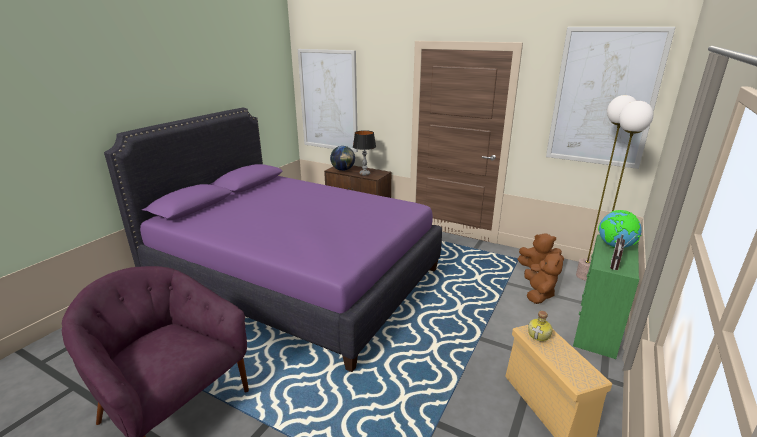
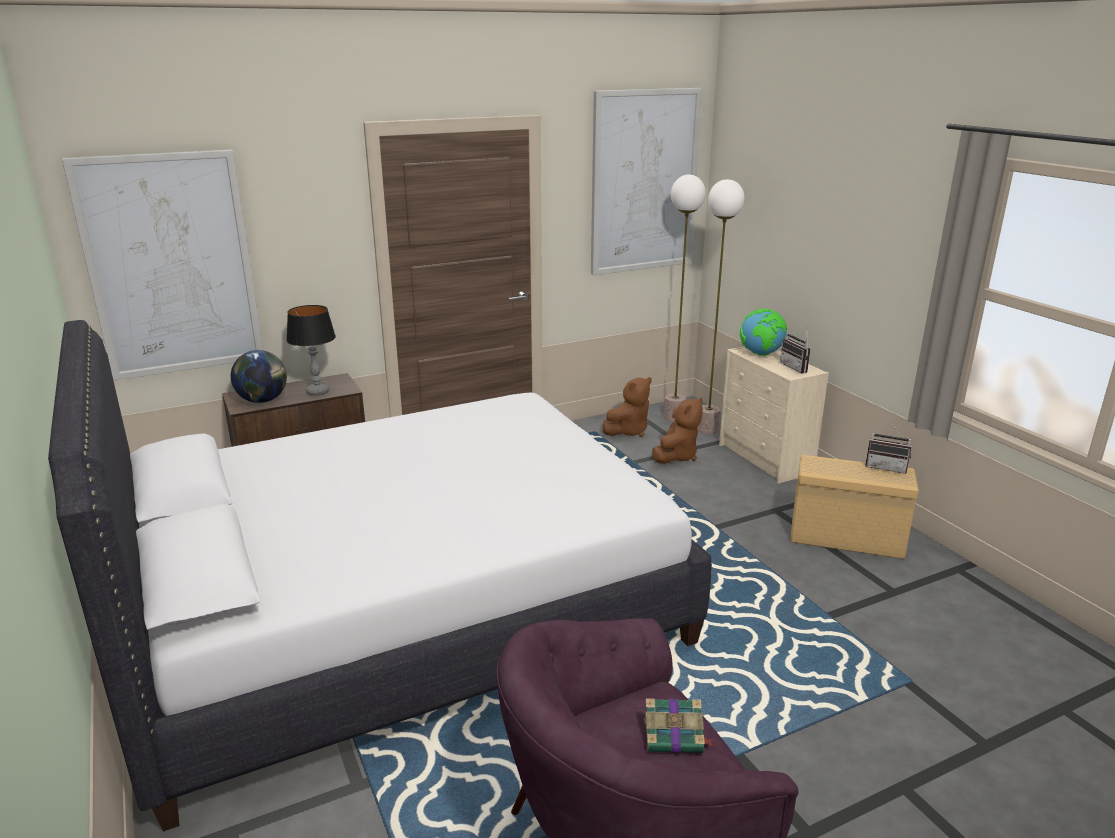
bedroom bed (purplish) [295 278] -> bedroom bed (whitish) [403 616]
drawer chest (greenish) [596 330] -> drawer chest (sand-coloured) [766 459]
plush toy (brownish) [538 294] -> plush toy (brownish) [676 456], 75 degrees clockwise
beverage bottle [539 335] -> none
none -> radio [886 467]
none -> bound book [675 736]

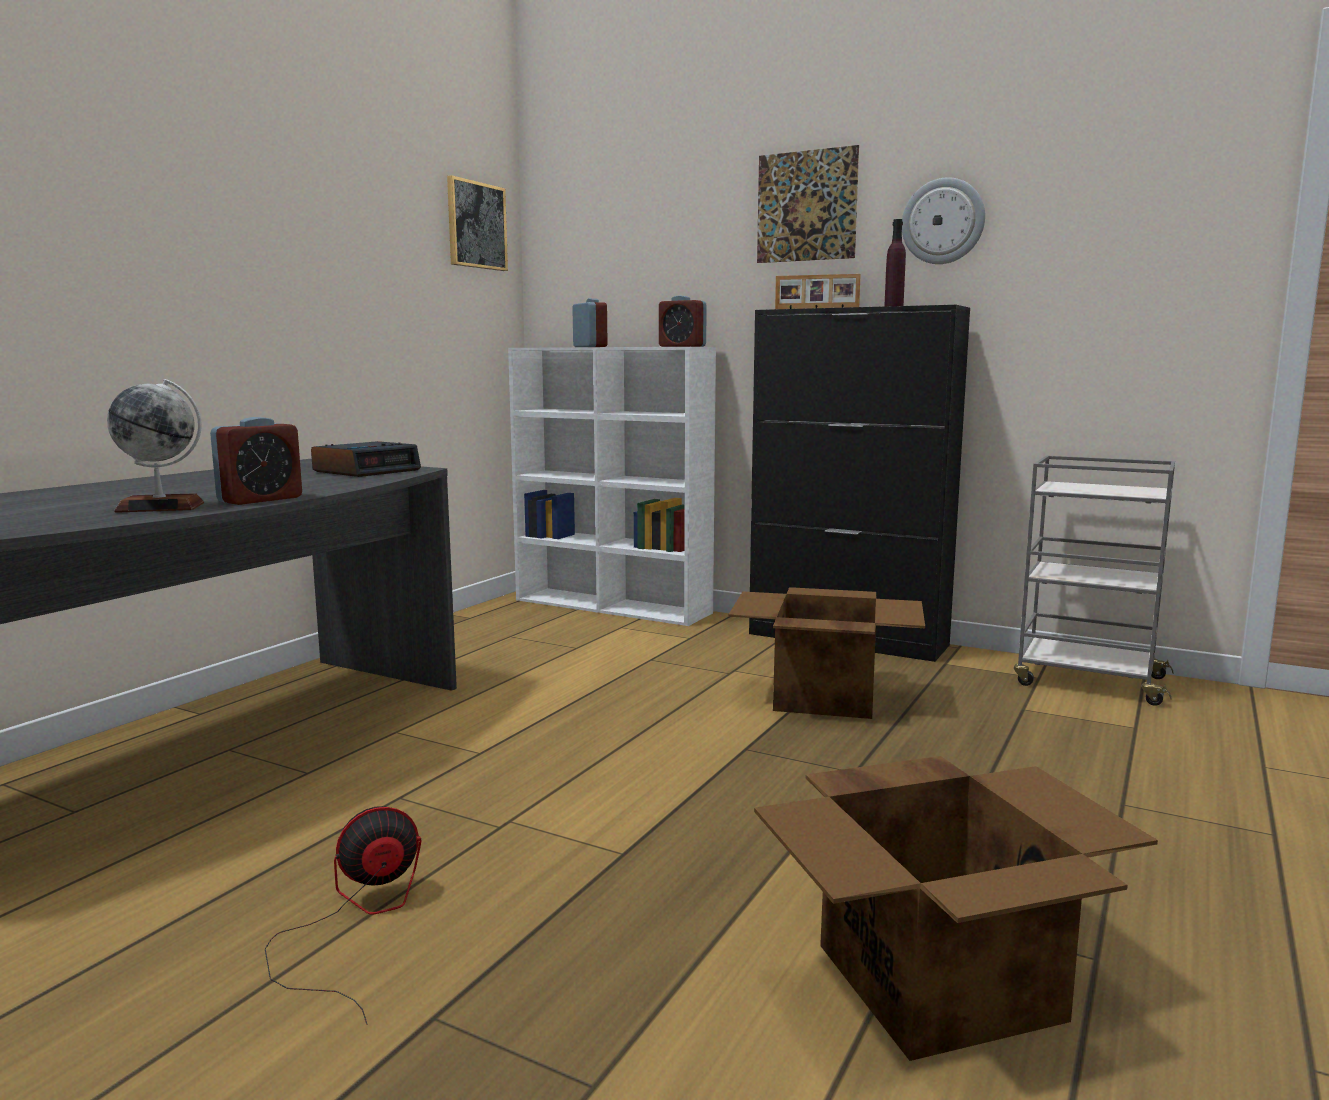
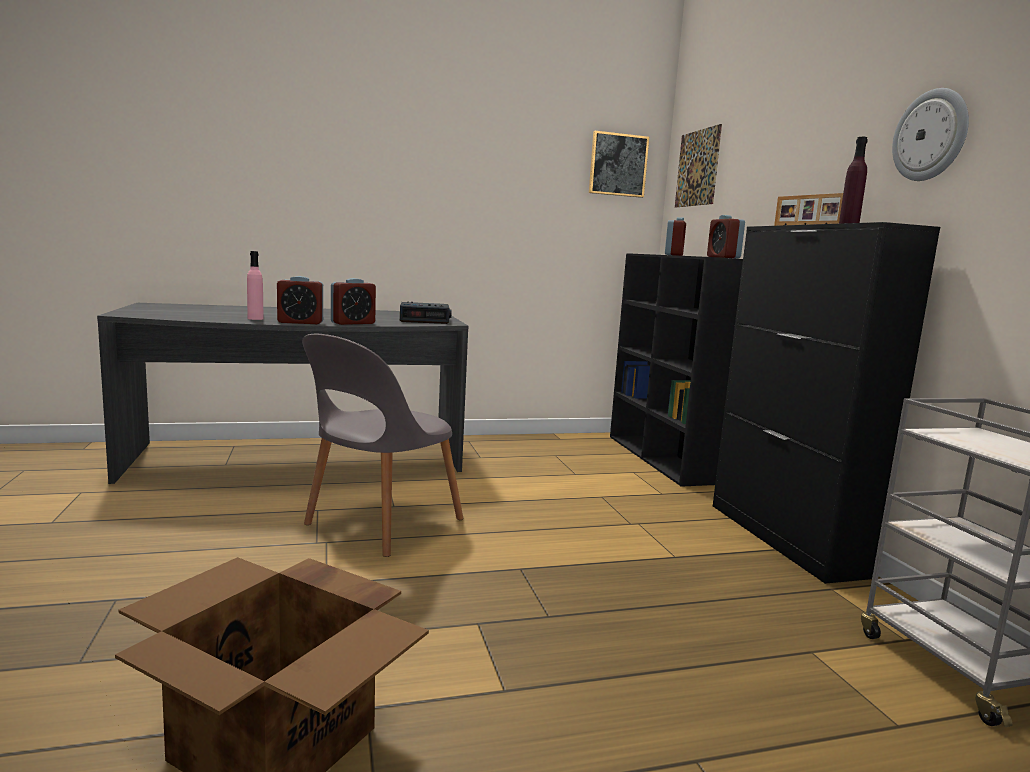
wall art [806 206] -> wall art [697 168], move
bookcase (whitish) [614 606] -> bookcase (blackish) [661 459]
globe [161 507] -> beverage bottle (pink) [255 318]
carton [823 697] -> none
electric fan [357 921] -> none
none -> table clock [353 323]
none -> plain chair (grey) [380 524]

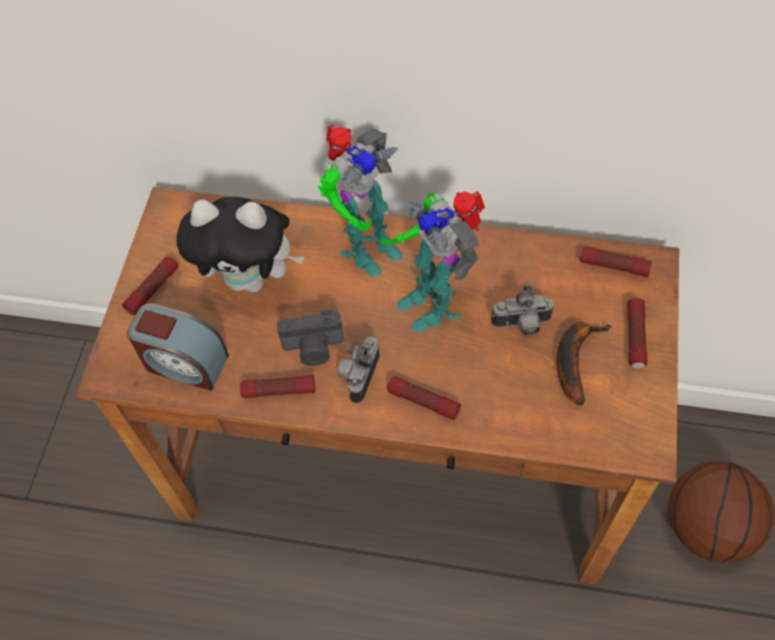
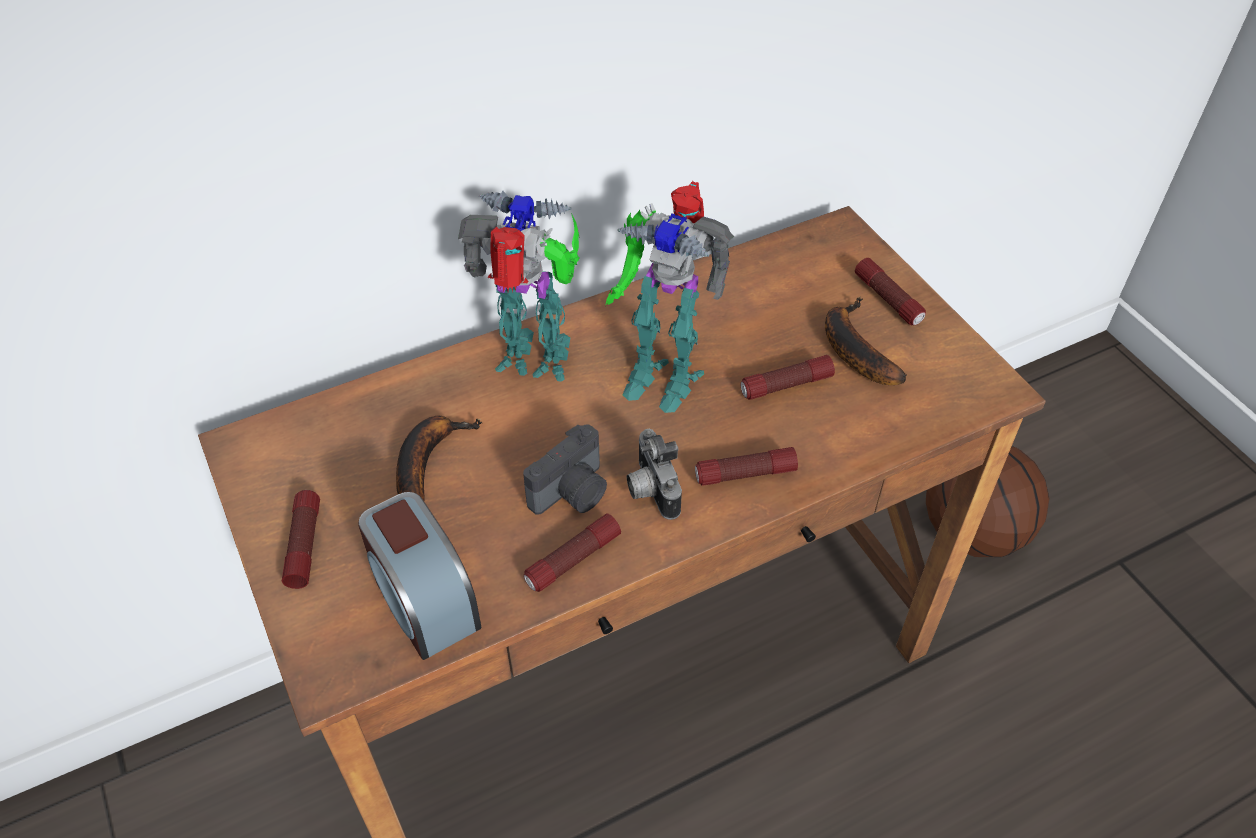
toy robot [366 248] -> toy robot [537 362], 90 degrees counterclockwise
plush toy [251 279] -> banana [427 463]
hand torch [613 266] -> hand torch [786 385], move
photo camera [522 325] -> none
table clock [185 363] -> table clock [424 601], 75 degrees clockwise

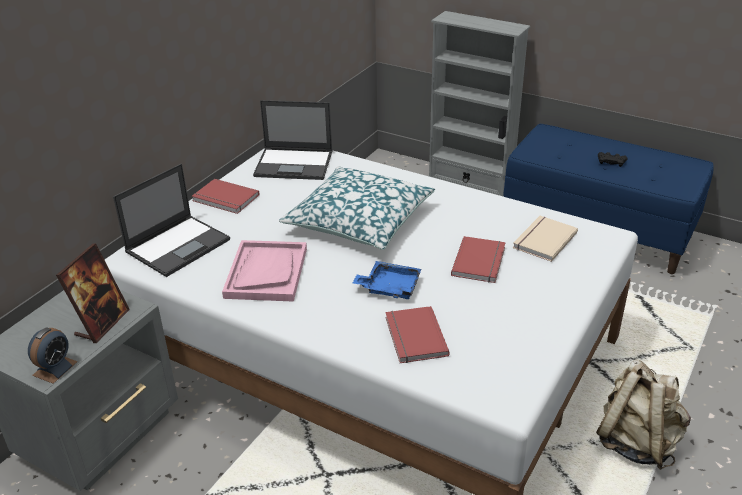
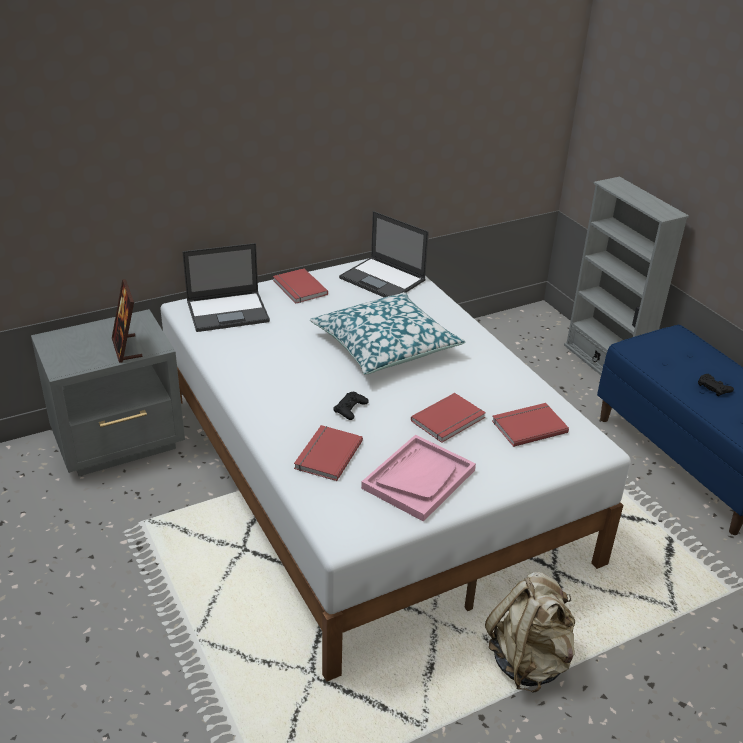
bound book (sand-coloured) [543 240] -> bound book (red-coloured) [528 426]
serving tray (pink) [266 272] -> serving tray (pink) [418 479], move
standing frame [102 323] -> standing frame [127 348], 105 degrees clockwise
serving tray (blue) [389 287] -> gamepad (blackish) [350 409]
table clock [55 368] -> none

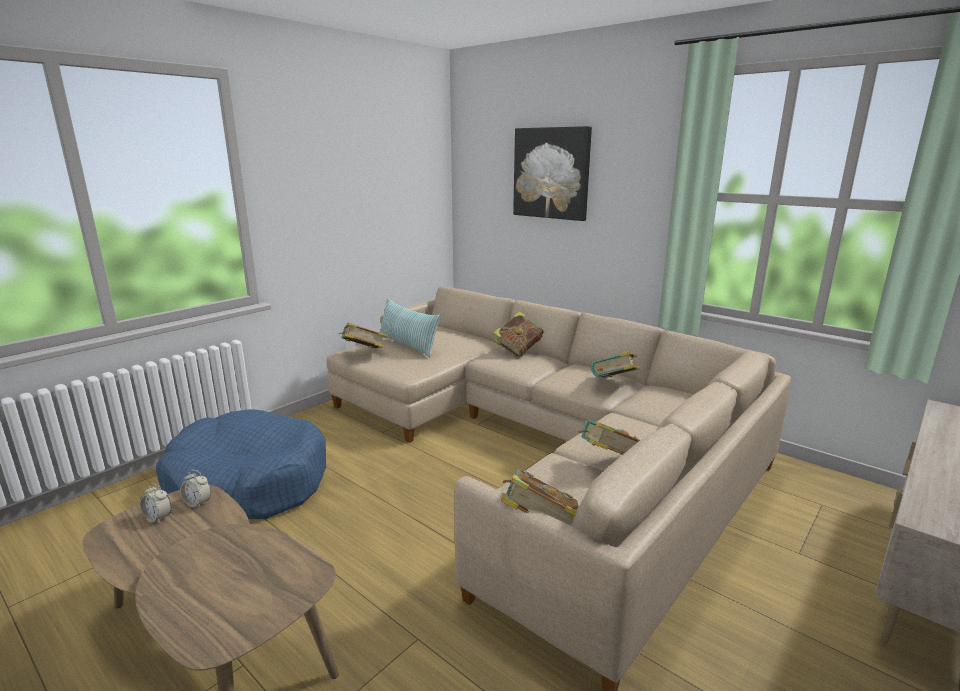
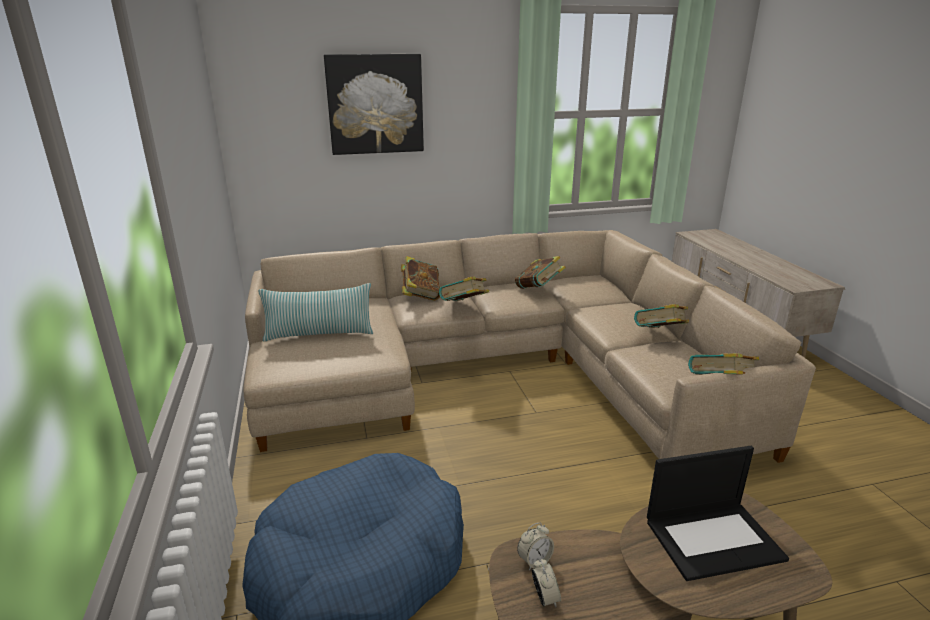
bound book [363 353] -> bound book [464 307], move
table clock [158 518] -> table clock [545 598], 75 degrees counterclockwise
none -> notebook computer [714 538]

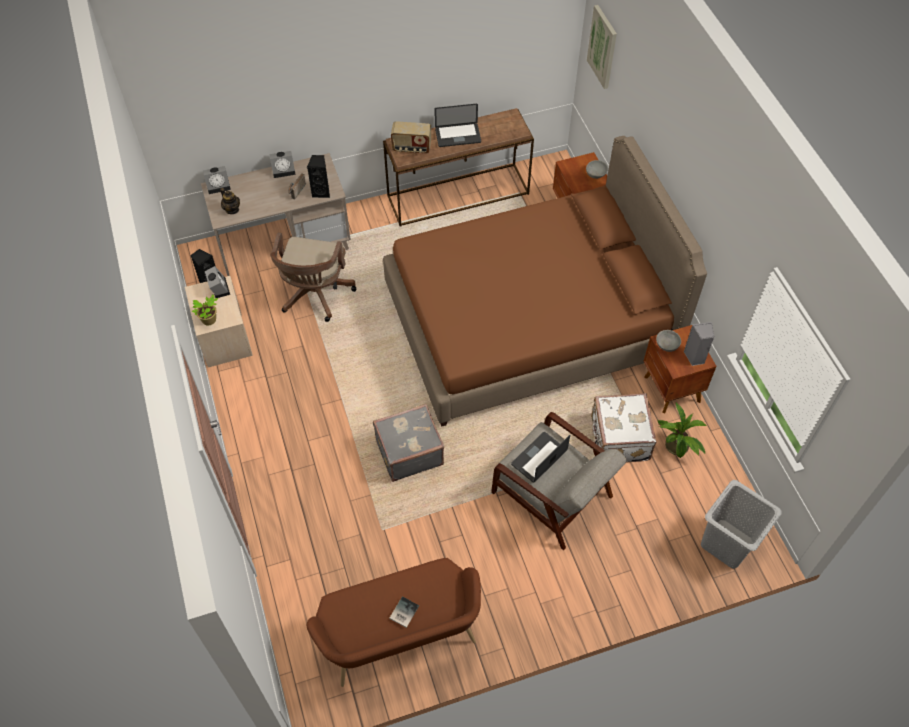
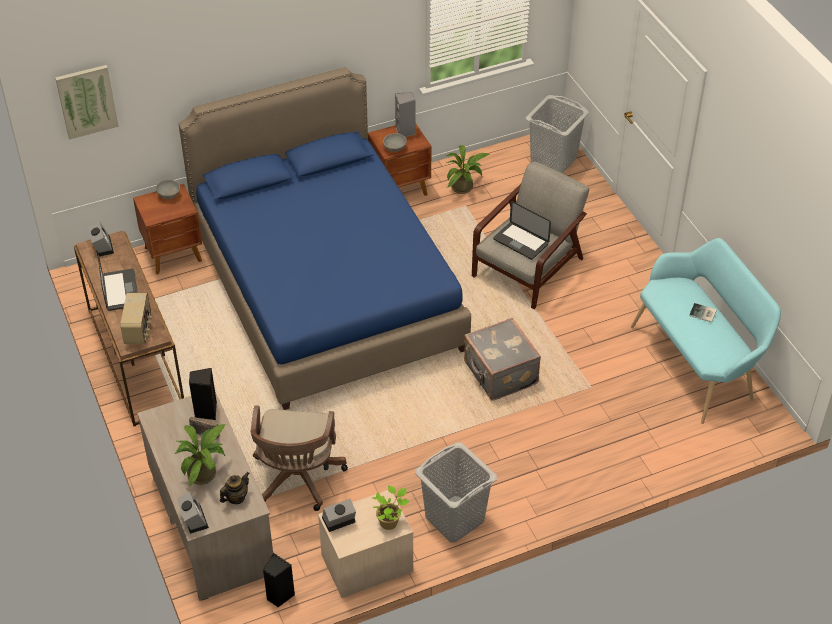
bedroom bed (brownish) [528 322] -> bedroom bed (blue) [326 290]
table clock [284 170] -> table clock [102 246], move
office chair (brownish) [315 295] -> office chair (brownish) [297 480], 90 degrees clockwise
travel case (whitish) [618 439] -> none
indoor bench (brownish) [401 640] -> indoor bench (turquoise) [697 363]
none -> houseplant [205 473]
none -> washing basket (grey) [454 519]

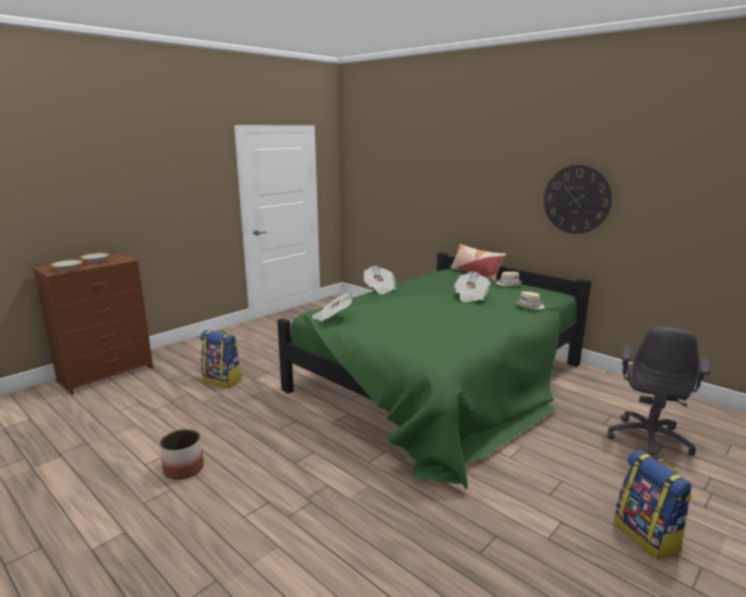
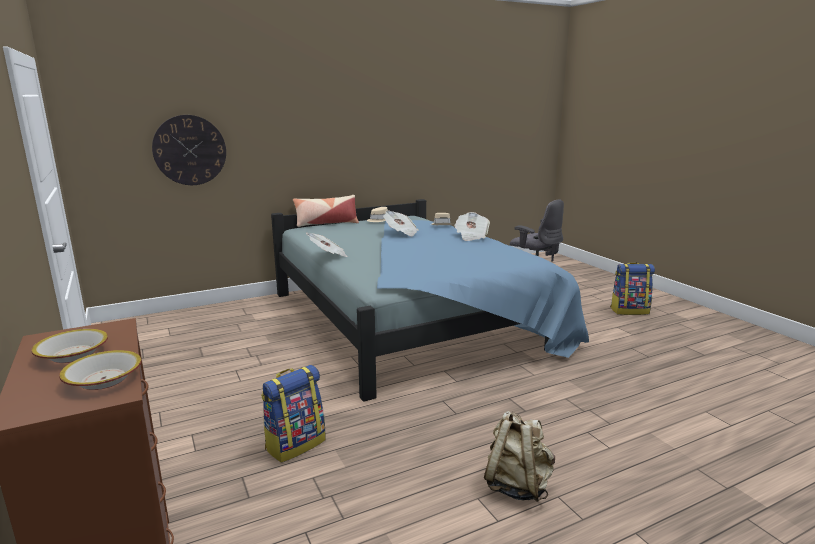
wall clock [577 199] -> wall clock [190 150], move
bedroom bed (greenish) [441 382] -> bedroom bed (blue) [412 320]
printed paper [333 317] -> printed paper [471 236], move
flower pot [184 468] -> knapsack (sand-coloured) [517 485]

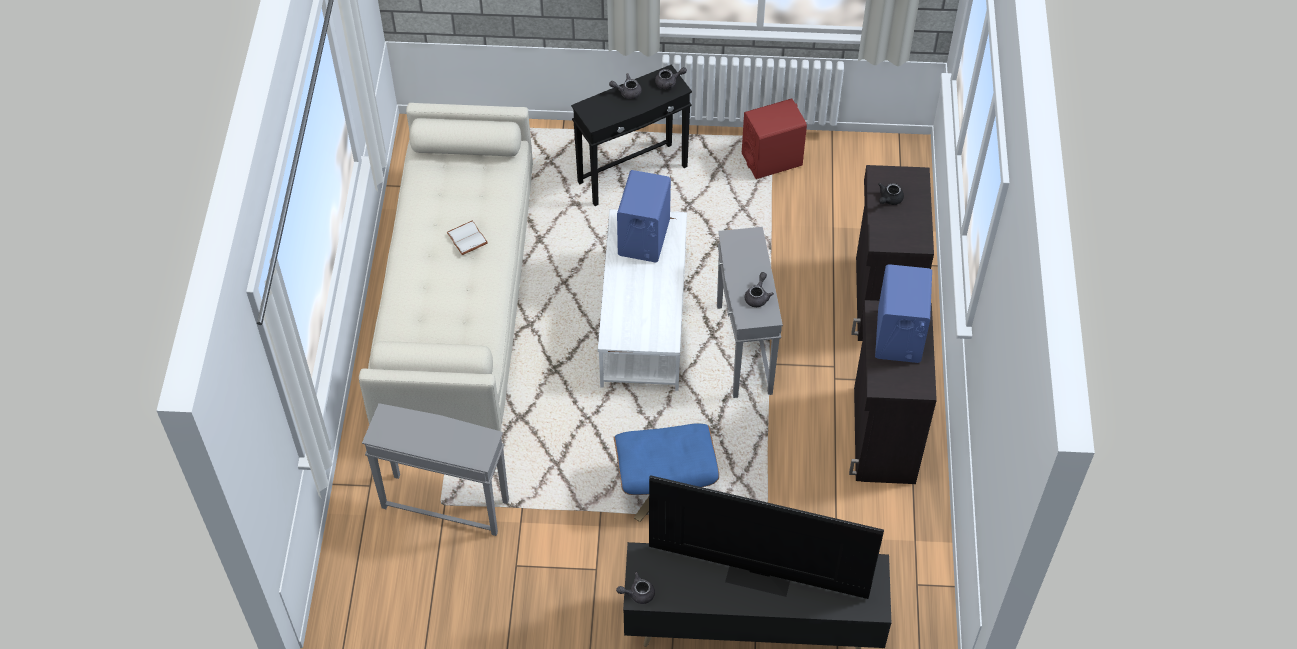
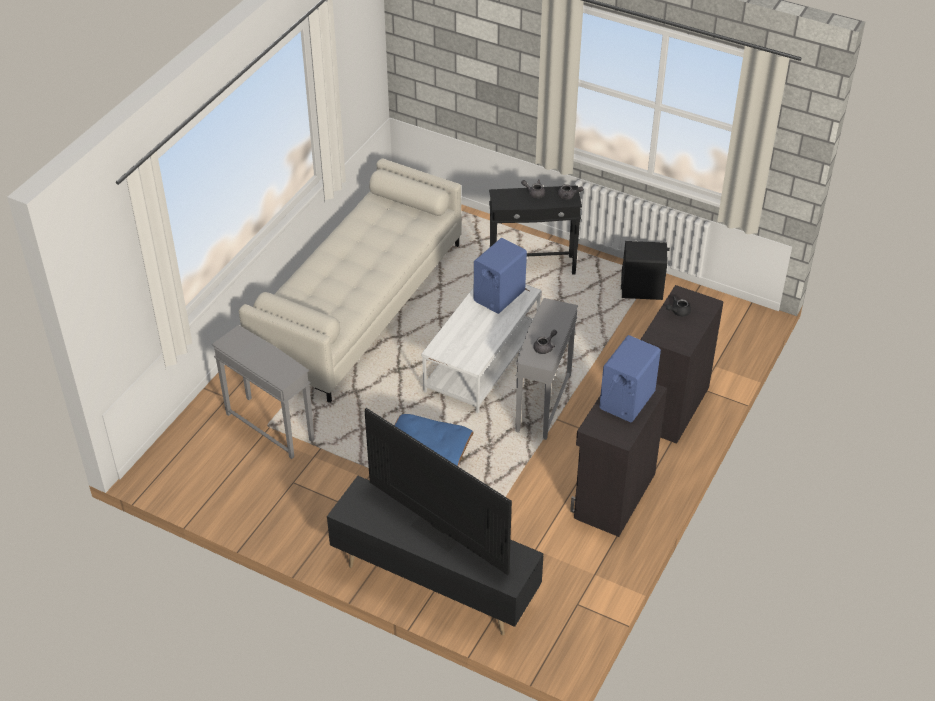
loudspeaker (red-coloured) [772 160] -> loudspeaker (blackish) [642 289]
bound book (whitish) [468 238] -> none
teapot (grey) [637 593] -> none

